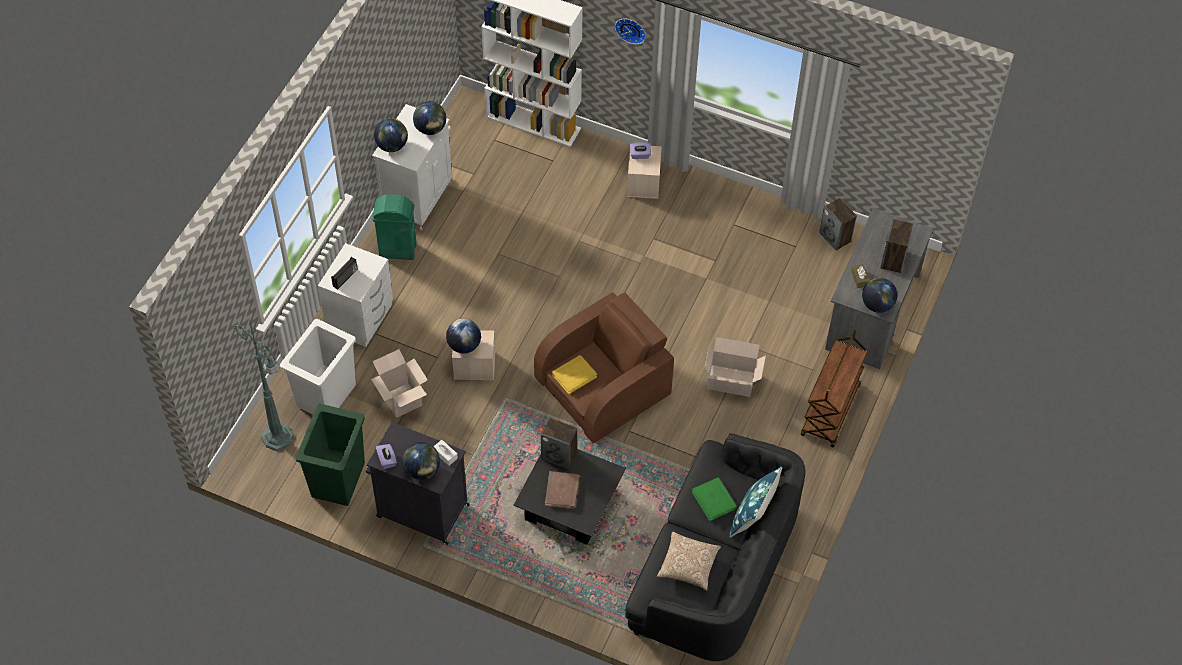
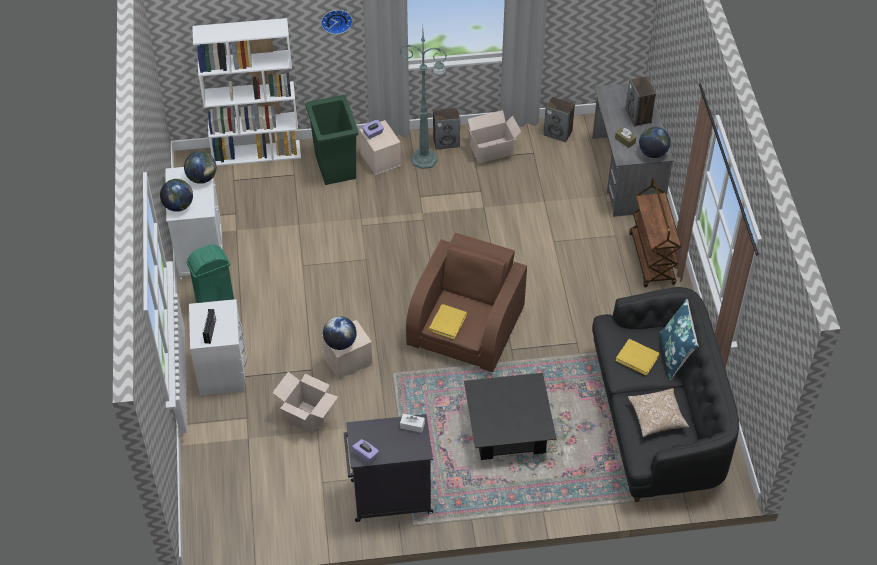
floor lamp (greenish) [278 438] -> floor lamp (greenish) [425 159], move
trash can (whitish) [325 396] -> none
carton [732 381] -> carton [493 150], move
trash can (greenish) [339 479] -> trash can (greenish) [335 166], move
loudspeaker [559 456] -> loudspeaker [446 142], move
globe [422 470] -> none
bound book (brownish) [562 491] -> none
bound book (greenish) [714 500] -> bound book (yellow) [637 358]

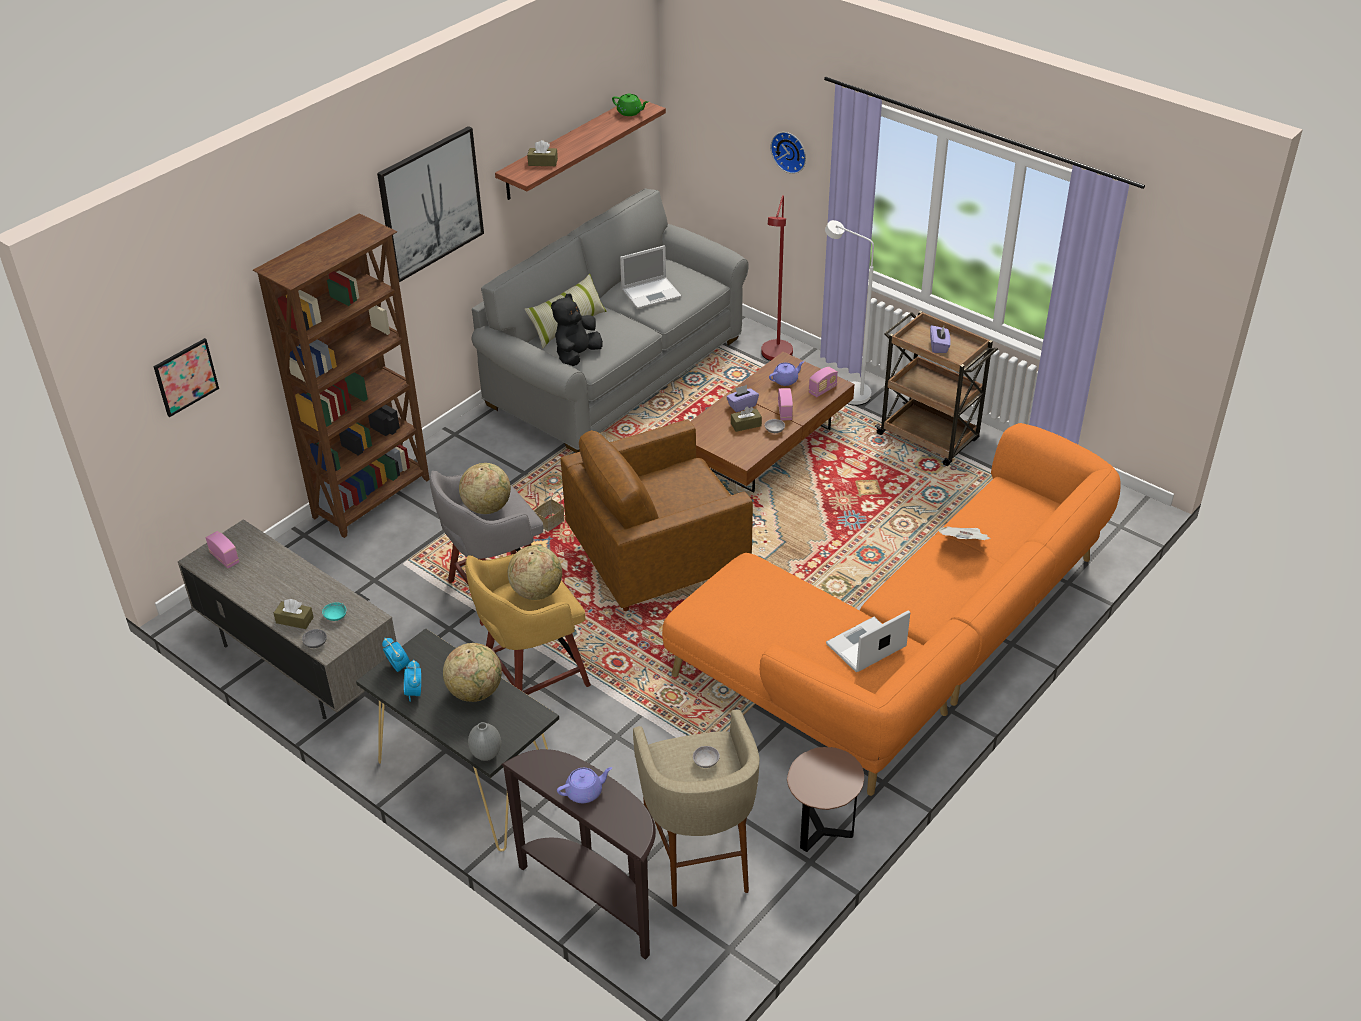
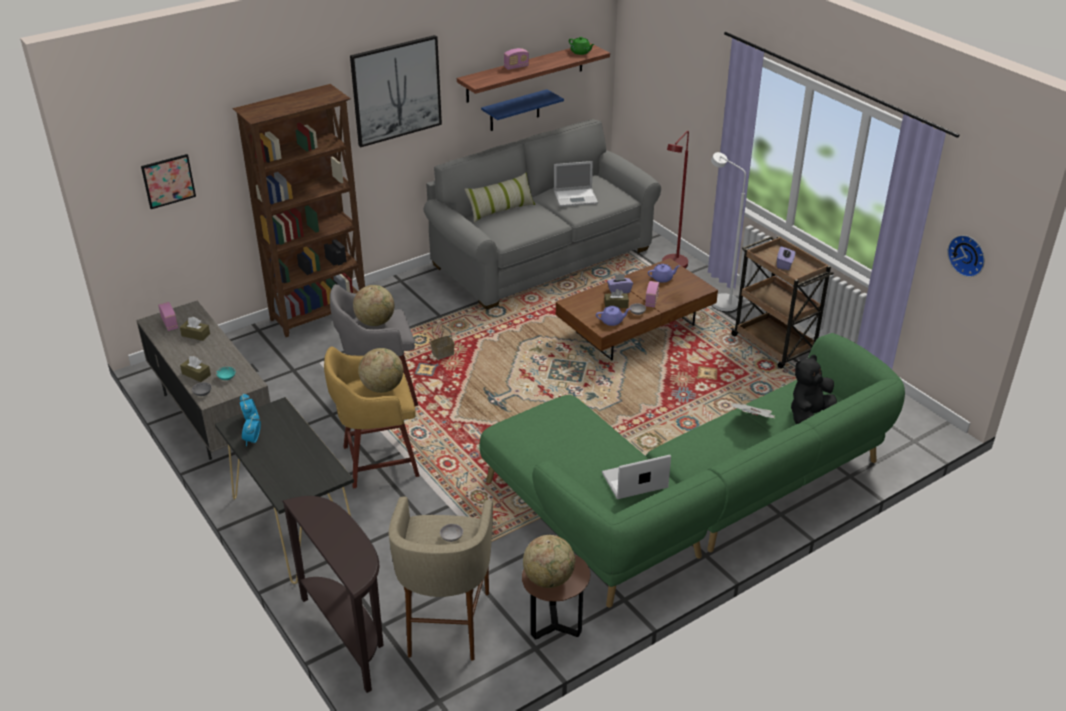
wall clock [790 151] -> wall clock [968 255], move
tissue holder (brownish) [543 162] -> tissue holder (brownish) [195 335], move
plush toy (blackish) [576 356] -> plush toy (blackish) [809 415], move
radio [822 390] -> radio [516 67], move
easy chair (brownish) [658 561] -> none
settee (orangey) [903 648] -> settee (greenish) [685 499]
globe [475 691] -> globe [549 579], move
vase (grey) [486 754] -> none
teapot (purplish) [585 792] -> teapot (purplish) [612 321], move
none -> shelf (blue) [514 110]

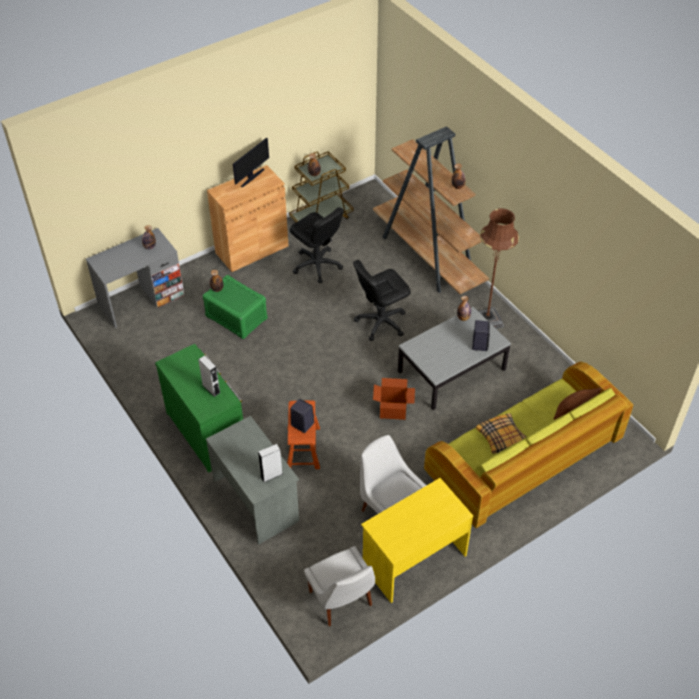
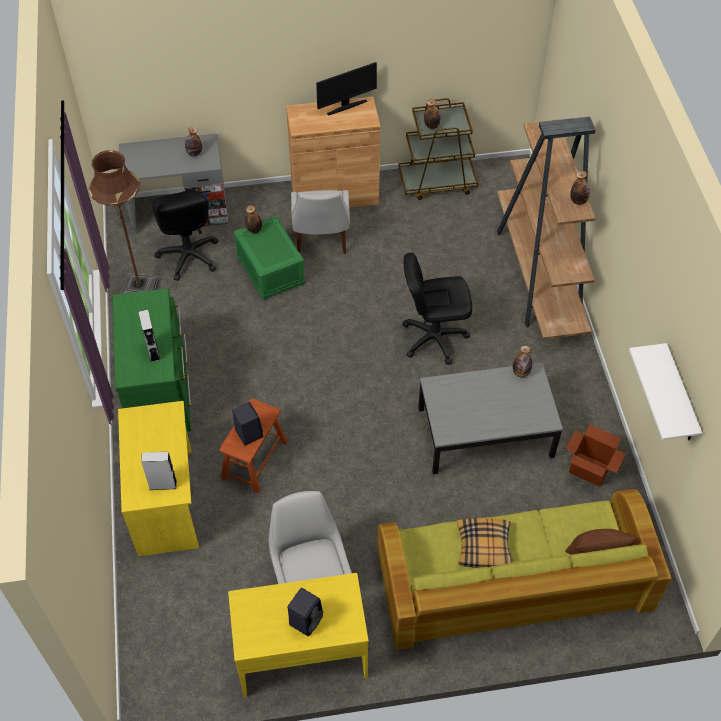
office chair (blackish) [317 265] -> office chair (blackish) [188 256], move
floor lamp (brownish) [487 321] -> floor lamp (brownish) [140 290], move
loudspeaker (blackish) [479 344] -> loudspeaker (blackish) [306 619], move
carton [393 410] -> carton [589 469], move
desk unit (grey) [256 500] -> desk unit (yellow) [167 501]
plain chair (whitish) [341 600] -> plain chair (whitish) [321 240], move
none -> shelf (whitish) [680 396]

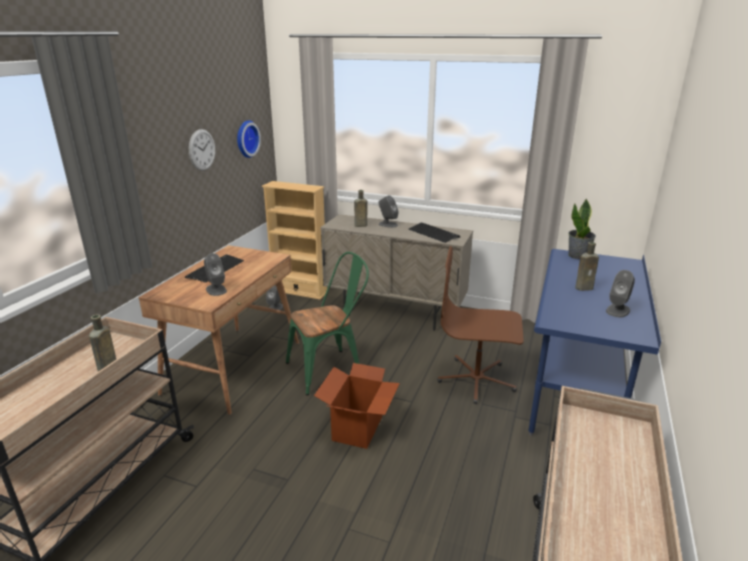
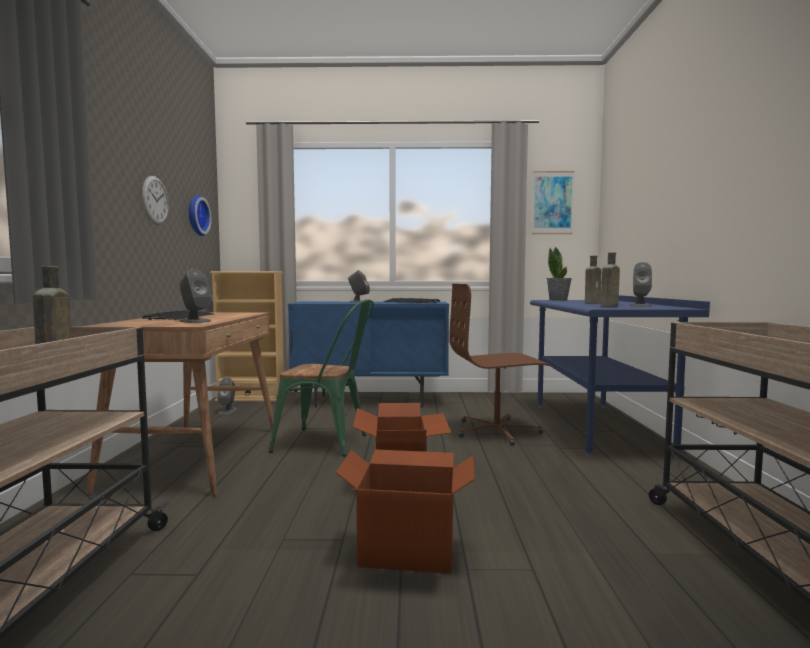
beverage bottle (brownish) [360 225] -> beverage bottle (brownish) [608 306], move
cupboard (sand-coloured) [394 313] -> cupboard (blue) [371 401]
plain chair (greenish) [330 368] -> plain chair (greenish) [328 443], 60 degrees clockwise
none -> wall art [552 202]
none -> carton [407 550]

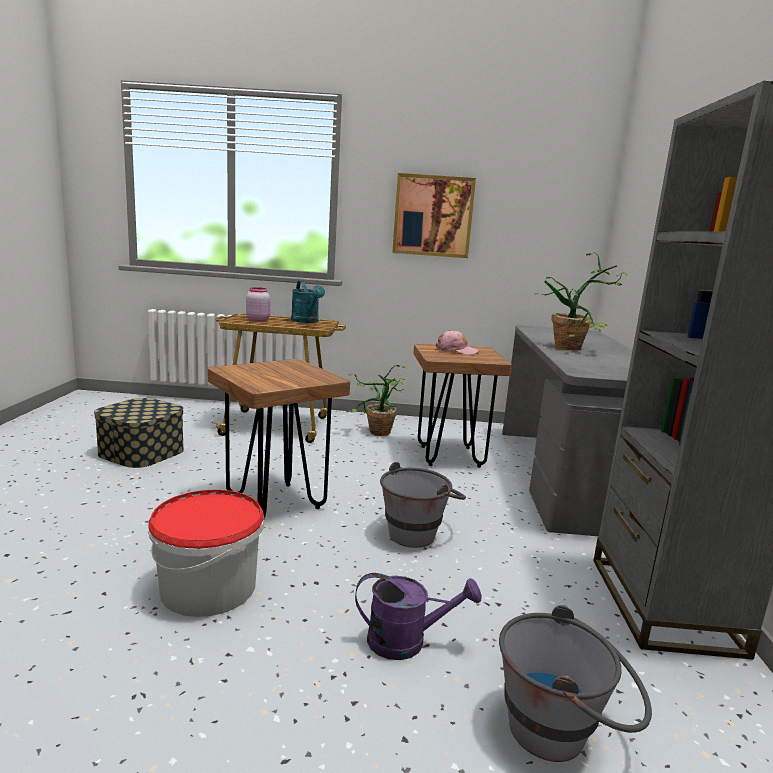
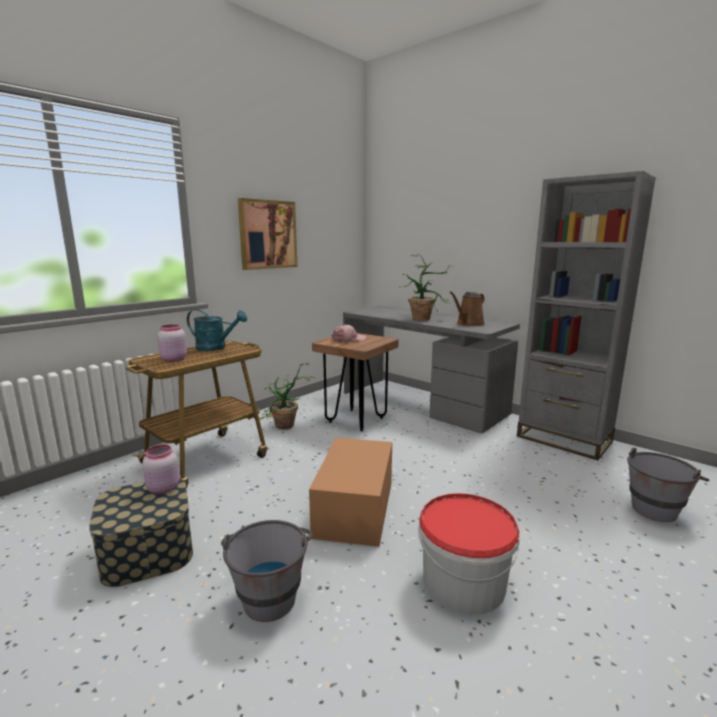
stool (brownish) [275 503] -> carton [355 508]
bucket (grey) [418 532] -> bucket (grey) [270 591], move
sprinkling can (purplish) [407 641] -> none
none -> sprinkling can (brownish) [468 324]
none -> storage jar (pink) [162 488]

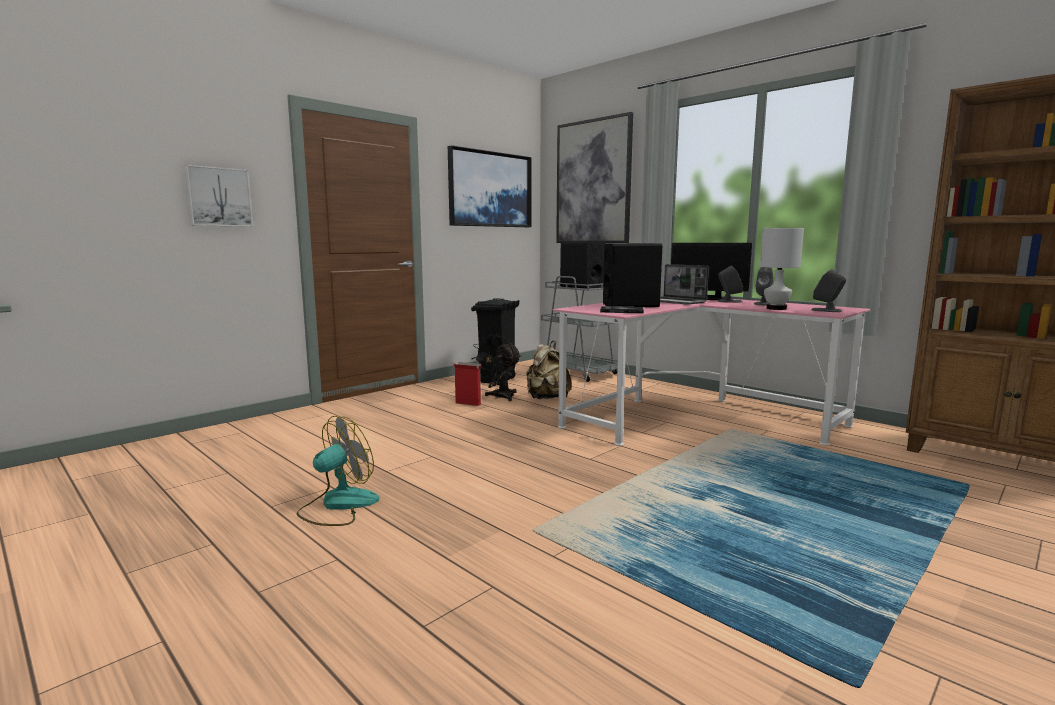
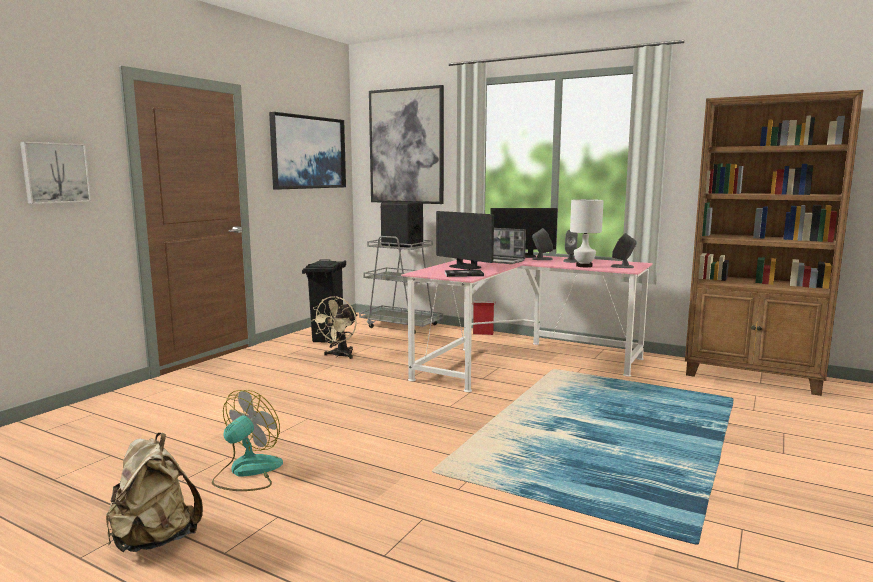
loudspeaker (blackish) [630 305] -> computer display [465 267]
electric fan (blackish) [499 397] -> electric fan (sand-coloured) [339 356]
knapsack (sand-coloured) [546 398] -> knapsack (sand-coloured) [155 540], move
carton [467 403] -> carton [482 334], move

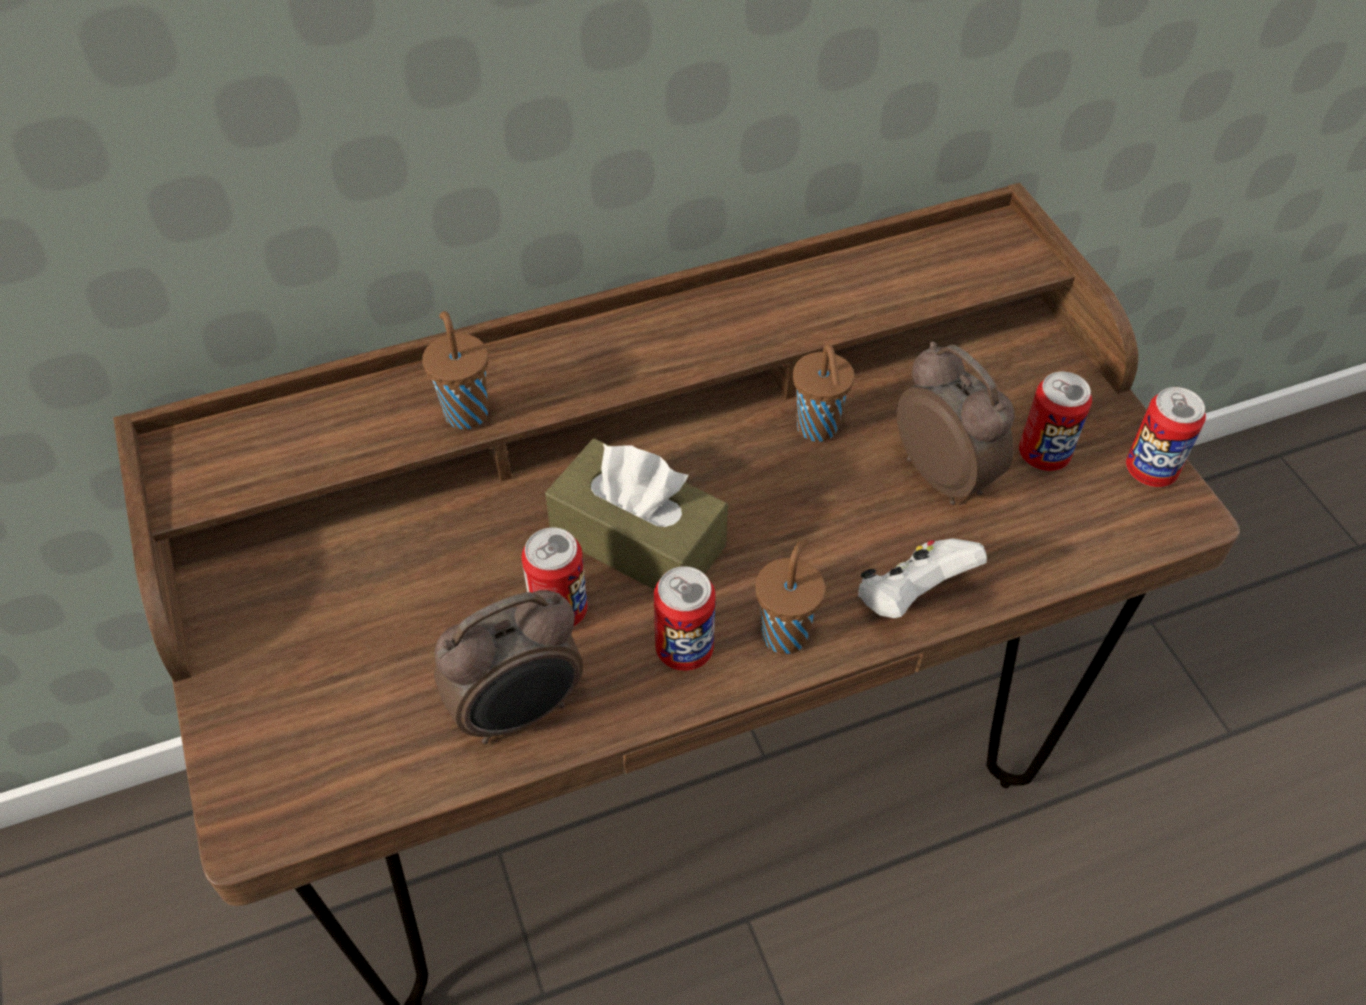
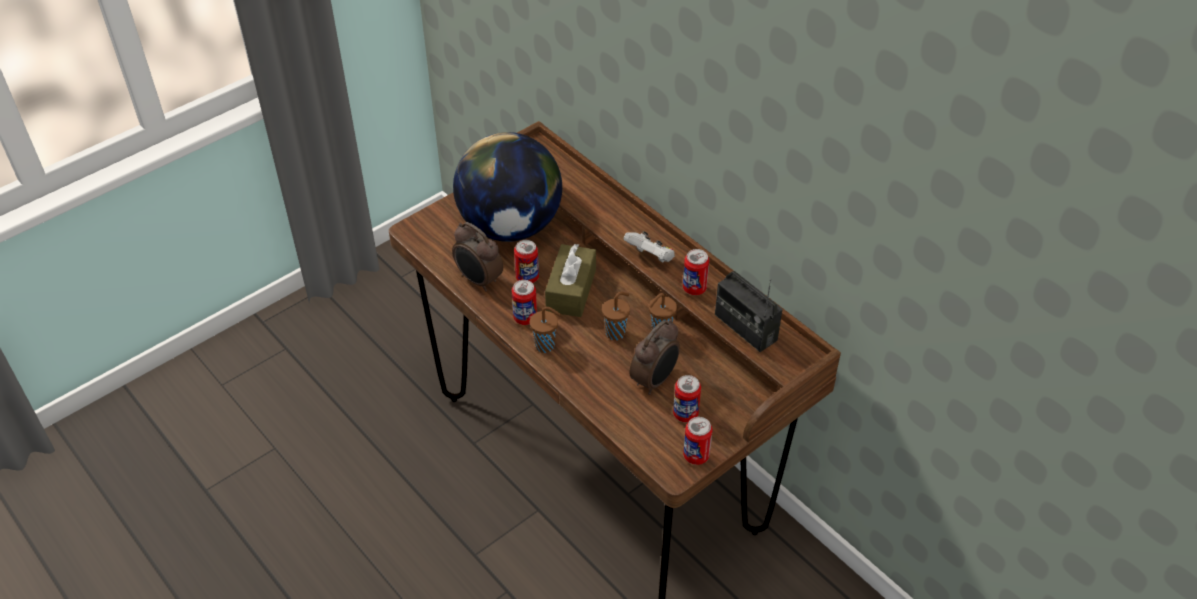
small cup (brownish) [465 411] -> small cup (brownish) [616 333], move
gamepad (whitish) [911 596] -> gamepad (whitish) [650 257], move
none -> globe [510 226]
none -> sealed can [694 288]
none -> radio [745 327]

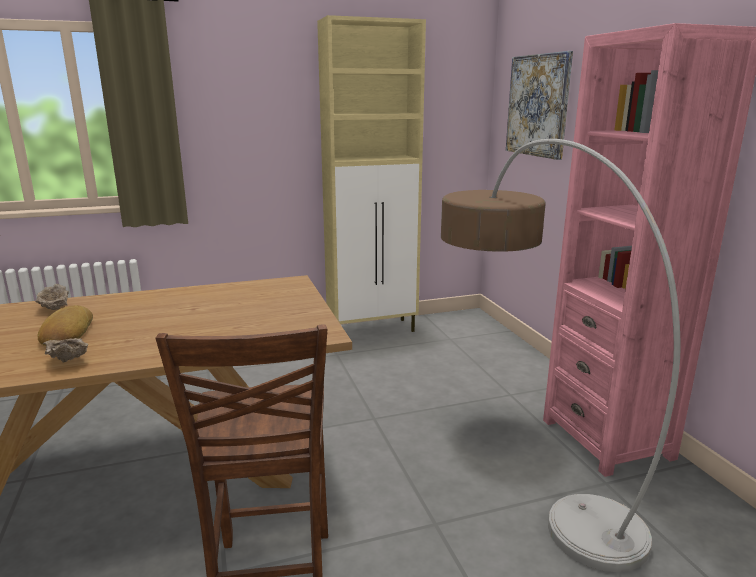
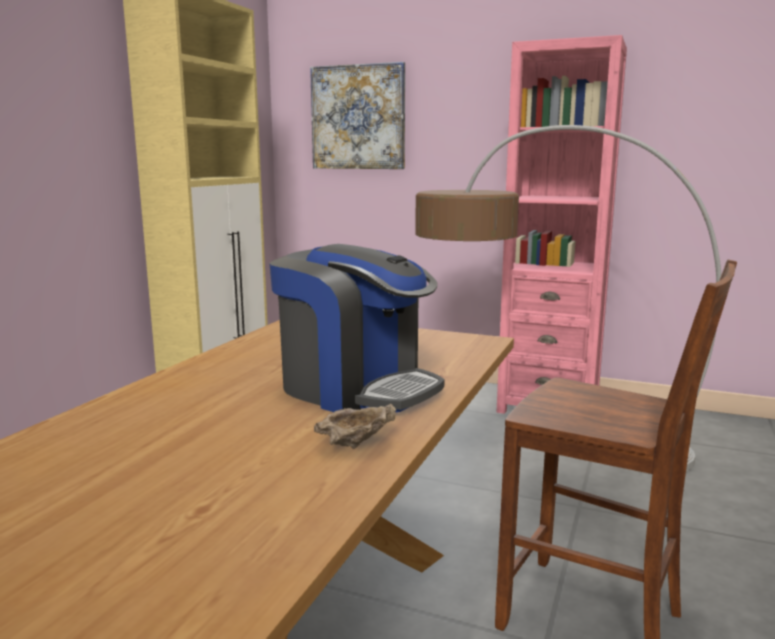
serving bowl (sand-coloured) [54 309] -> none
baked bread [66 333] -> none
none -> coffee machine [356 388]

